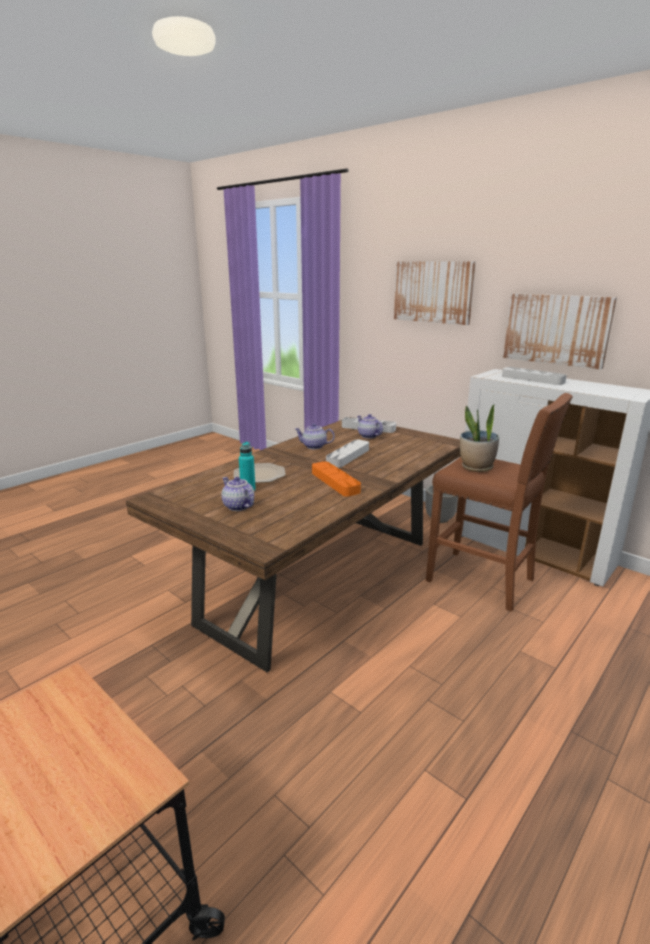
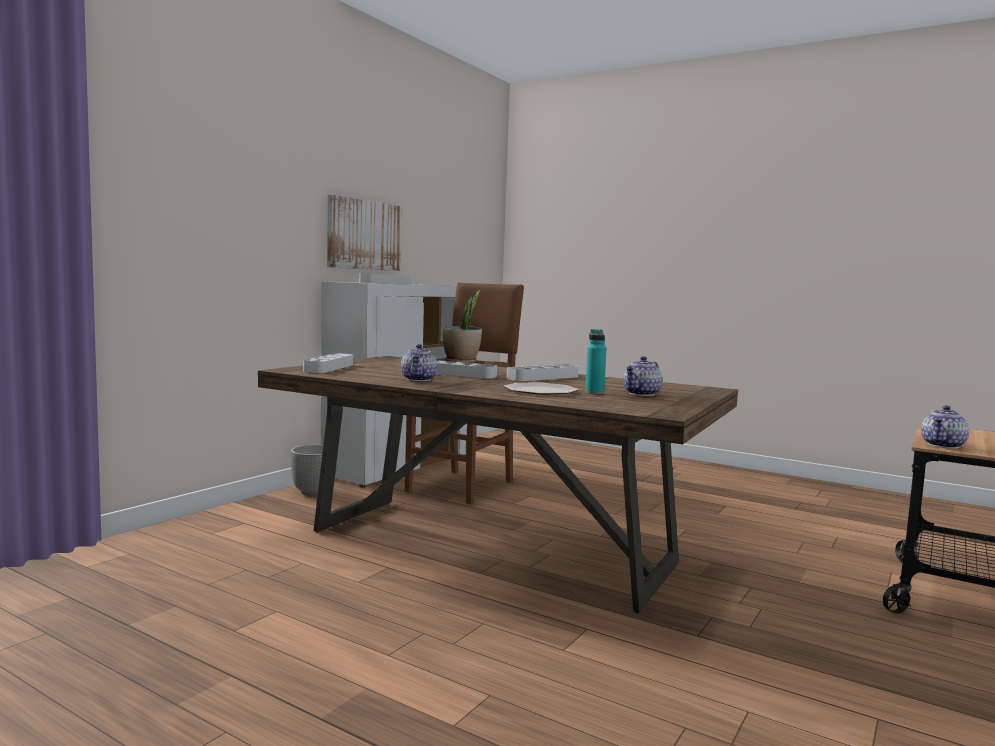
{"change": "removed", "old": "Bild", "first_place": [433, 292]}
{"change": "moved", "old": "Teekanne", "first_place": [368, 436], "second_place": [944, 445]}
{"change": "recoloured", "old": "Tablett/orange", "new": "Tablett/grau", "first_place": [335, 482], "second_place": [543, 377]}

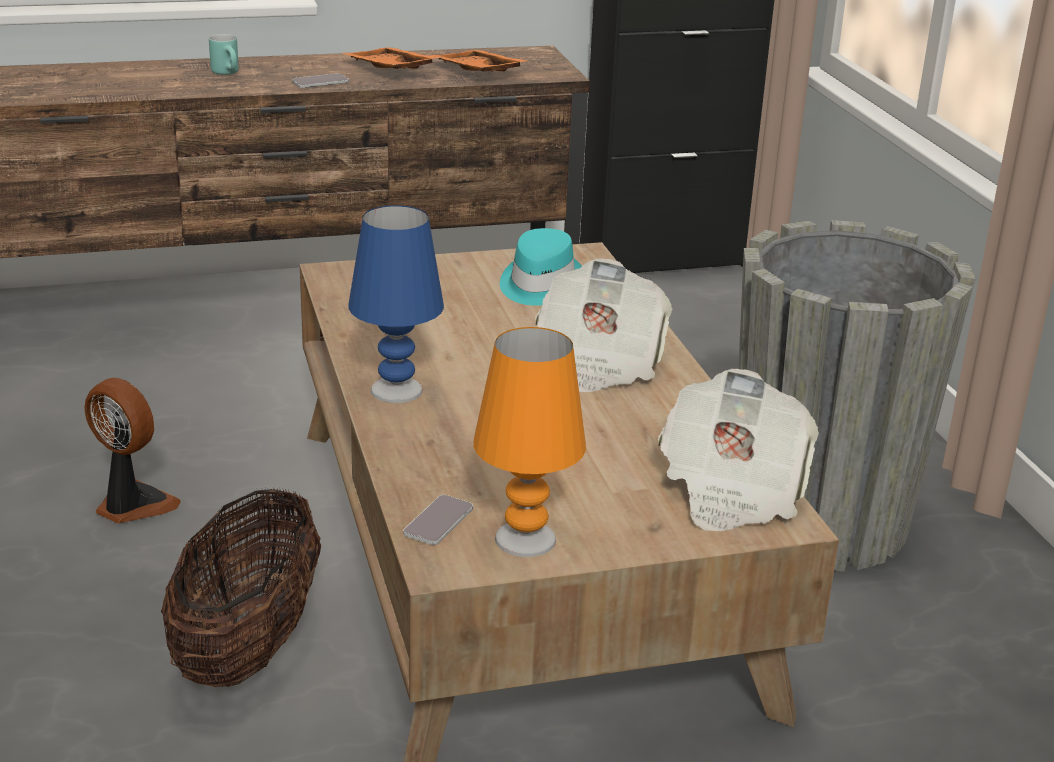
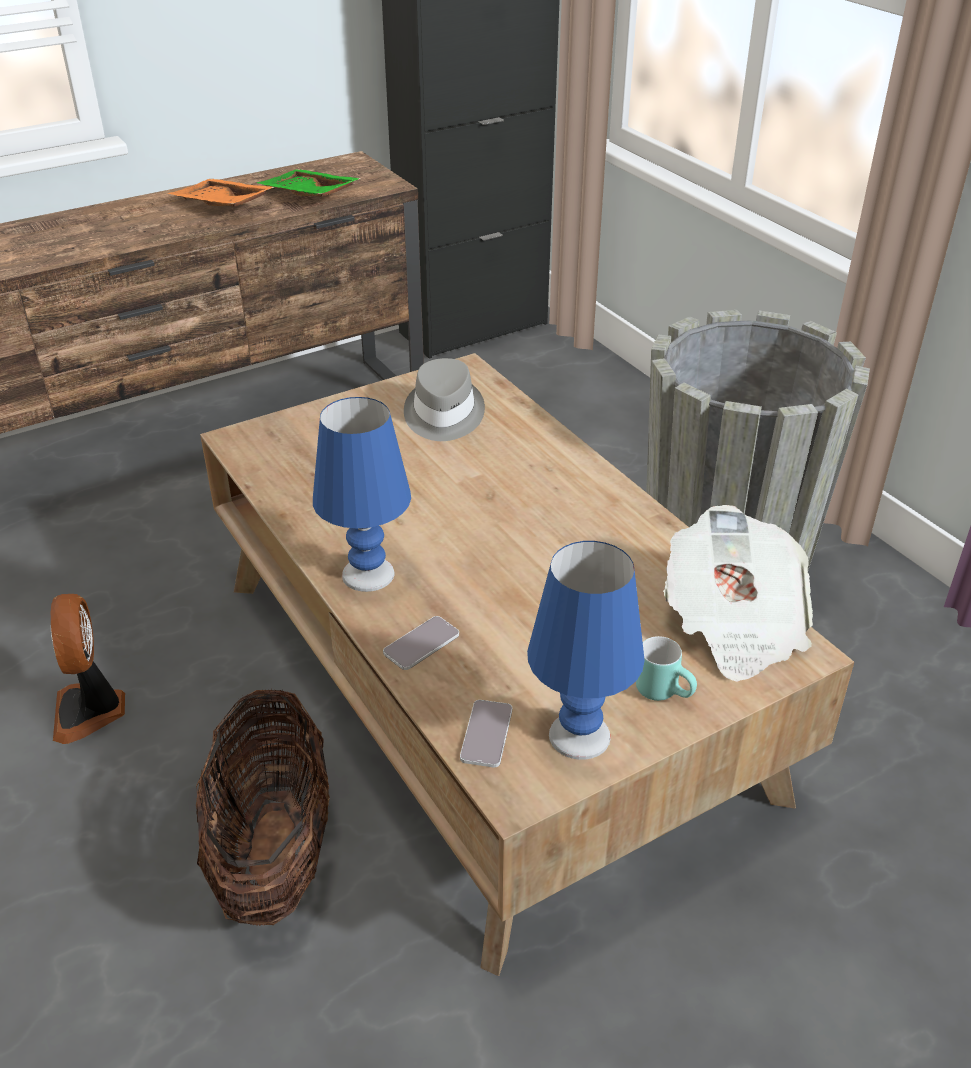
{"change": "moved", "old": "Henkelbecher/türkis", "first_place": [229, 73], "second_place": [666, 691]}
{"change": "recoloured", "old": "Tablett/orange", "new": "Tablett/grün", "first_place": [476, 73], "second_place": [308, 196]}
{"change": "moved", "old": "Handy", "first_place": [320, 82], "second_place": [421, 644]}
{"change": "recoloured", "old": "Hut/türkis", "new": "Hut/grau", "first_place": [539, 285], "second_place": [443, 415]}
{"change": "removed", "old": "Zeitung", "first_place": [599, 361]}
{"change": "recoloured", "old": "Tischlampe/orange", "new": "Tischlampe/blau", "first_place": [525, 539], "second_place": [579, 736]}
{"change": "turned", "old": "Ventilator", "first_place": [131, 505], "second_place": [90, 711], "degrees": -120}

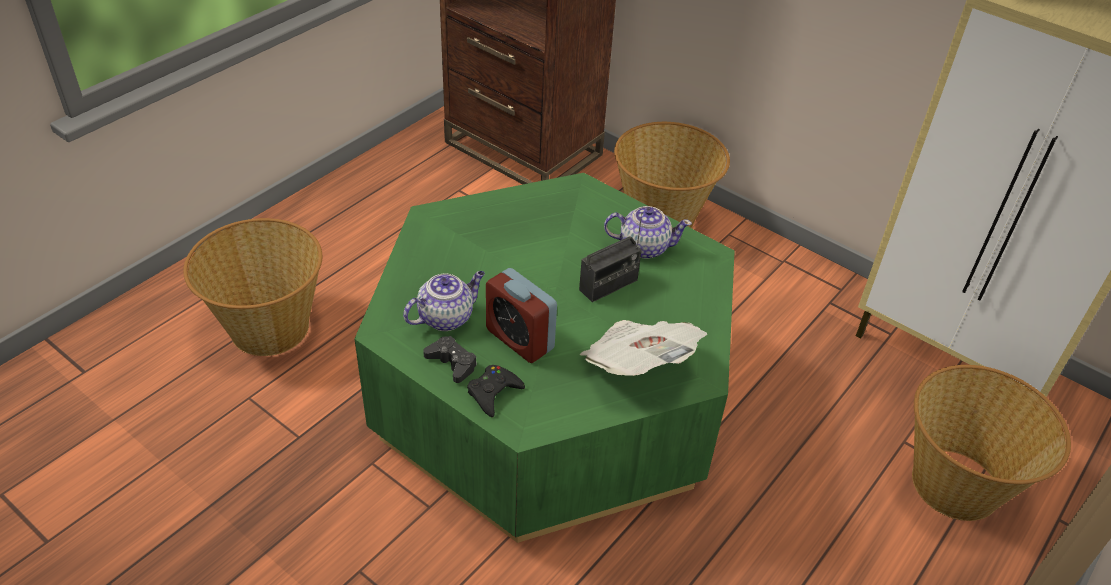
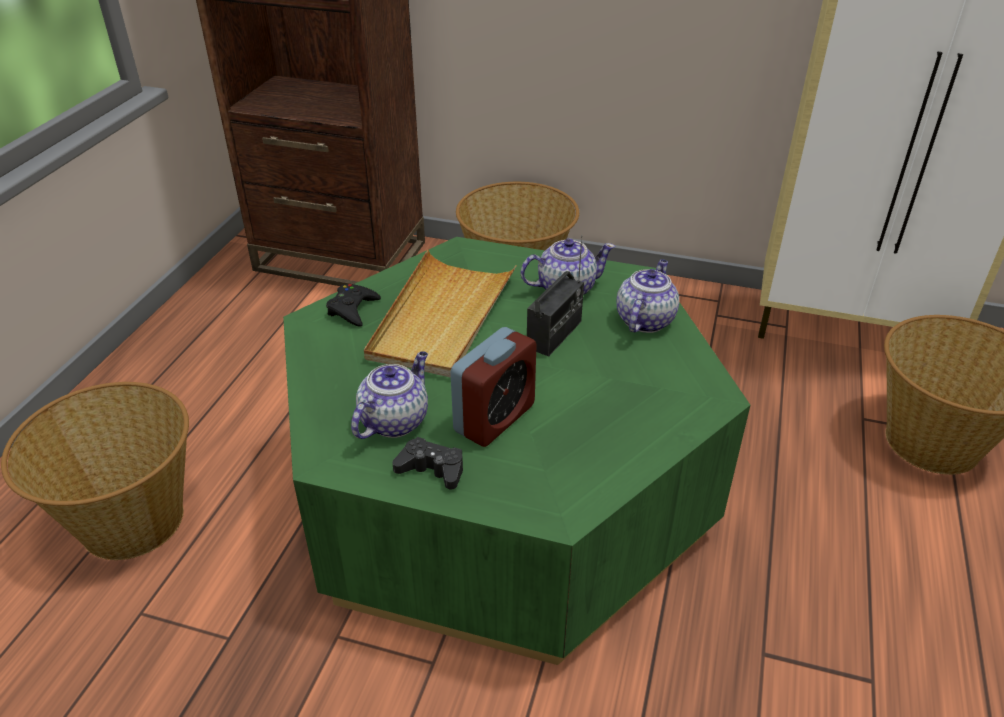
{"change": "turned", "old": "Wecker", "first_place": [520, 339], "second_place": [494, 418], "degrees": -75}
{"change": "removed", "old": "Zeitung", "first_place": [638, 365]}
{"change": "moved", "old": "Gamepad/schwarz", "first_place": [493, 393], "second_place": [352, 309]}
{"change": "added", "new": "Tablett/beige", "second_place": [442, 318]}
{"change": "added", "new": "Teekanne", "second_place": [644, 320]}

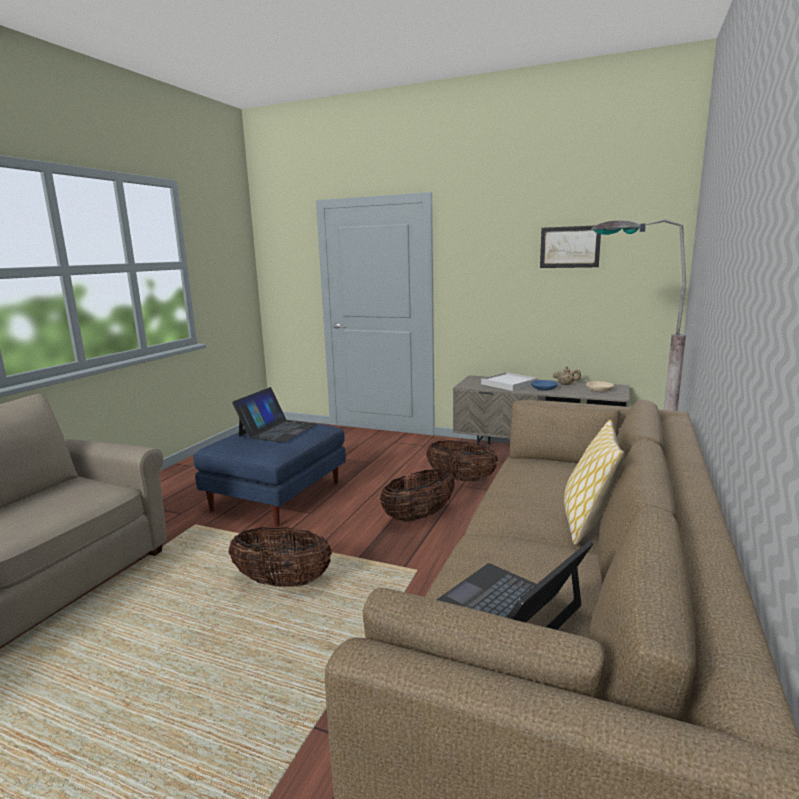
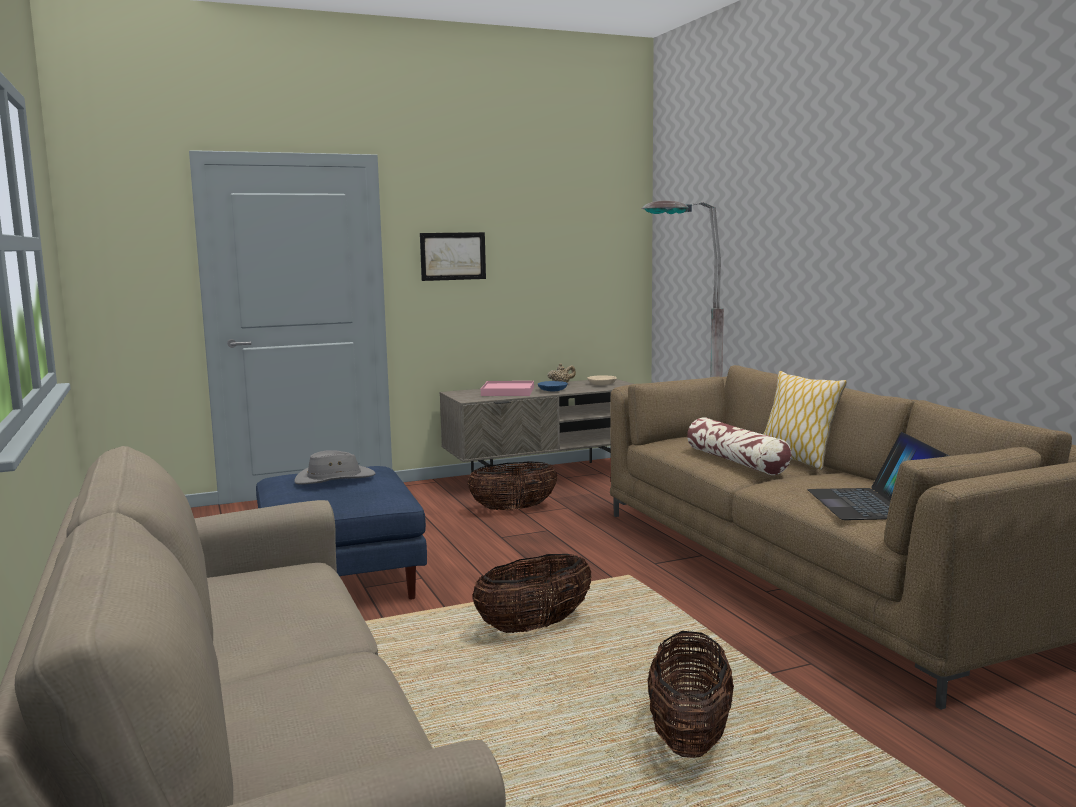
{"change": "moved", "old": "Bild", "first_place": [569, 247], "second_place": [453, 256]}
{"change": "recoloured", "old": "Tablett/weiß", "new": "Tablett/rosa", "first_place": [509, 384], "second_place": [508, 392]}
{"change": "replaced", "old": "Laptop", "new": "Hut/grau", "first_place": [278, 430], "second_place": [334, 479]}
{"change": "moved", "old": "Korb", "first_place": [418, 516], "second_place": [689, 737]}
{"change": "added", "new": "Kissen", "second_place": [736, 461]}

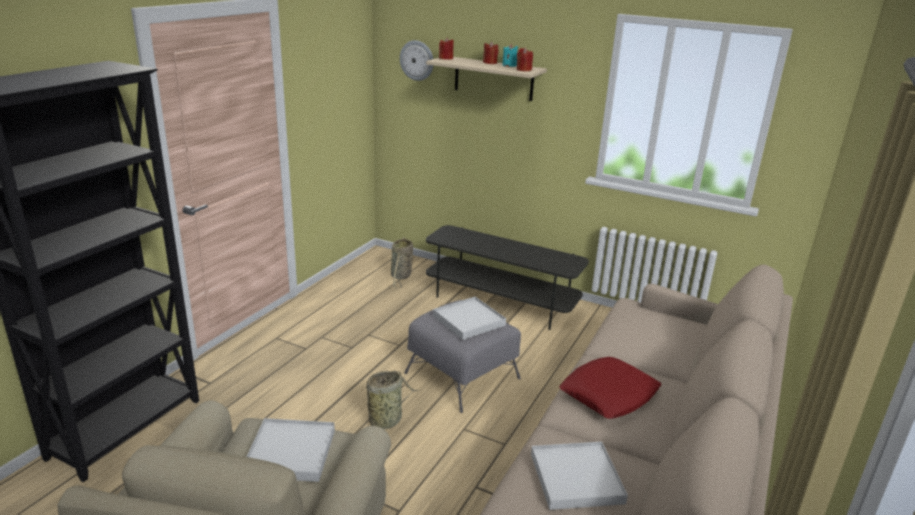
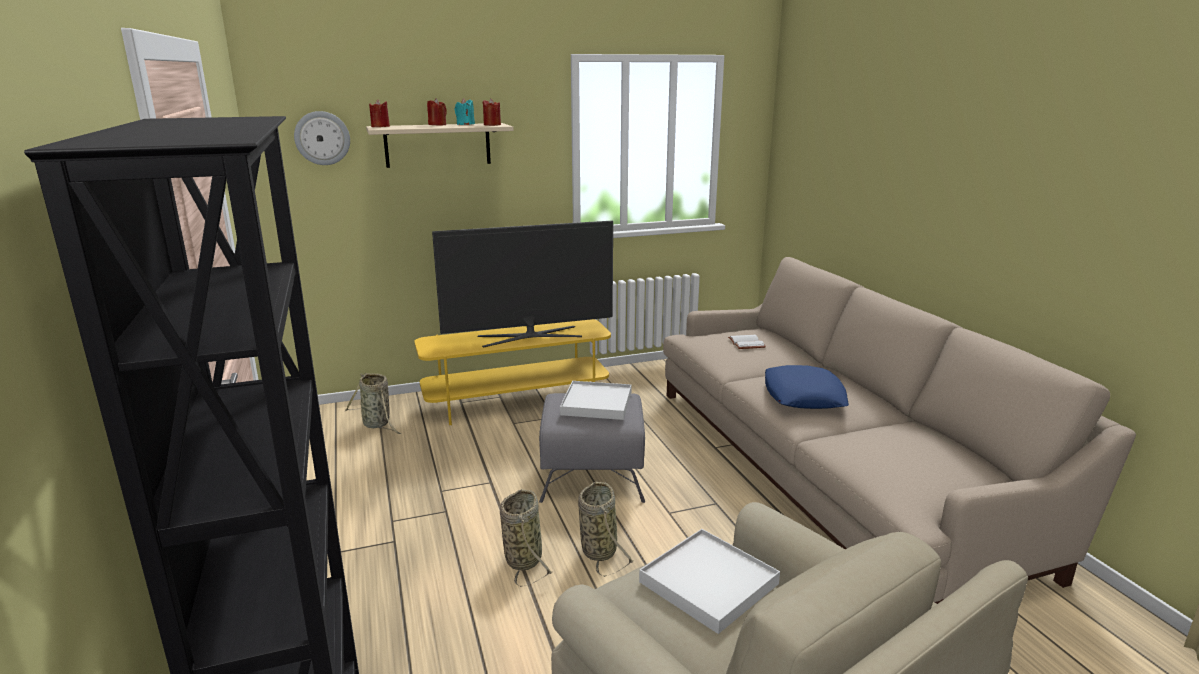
{"change": "recoloured", "old": "Fernsehschrank/grau", "new": "Fernsehschrank/gelb", "first_place": [501, 301], "second_place": [517, 401]}
{"change": "recoloured", "old": "Kissen/rot", "new": "Kissen/blau", "first_place": [609, 394], "second_place": [804, 396]}
{"change": "removed", "old": "Tablett/weiß", "first_place": [576, 478]}
{"change": "added", "new": "Fernseher", "second_place": [530, 336]}
{"change": "added", "new": "Buch/weiß", "second_place": [745, 343]}
{"change": "added", "new": "Korb", "second_place": [523, 557]}

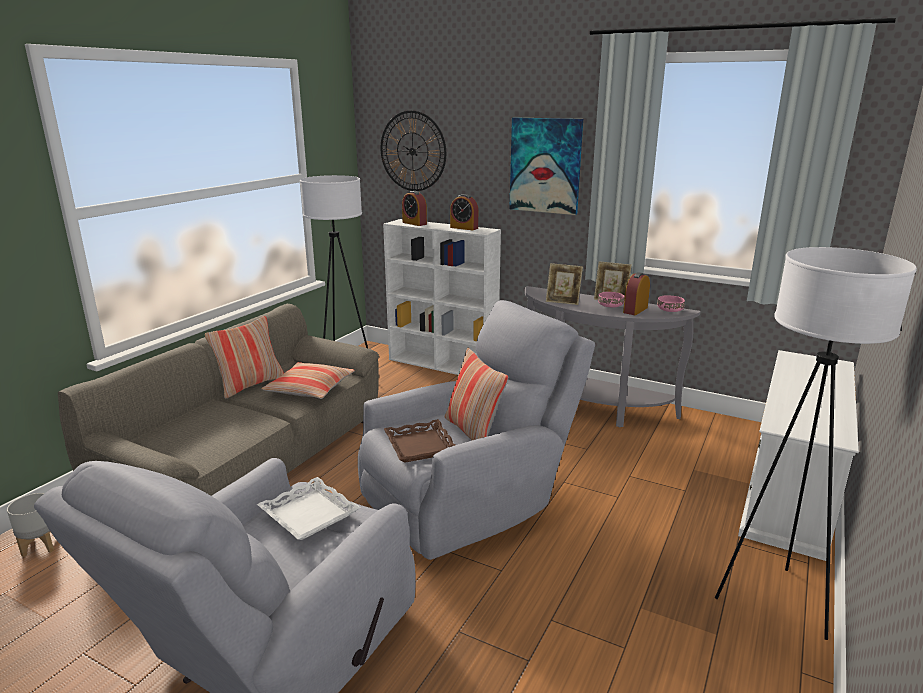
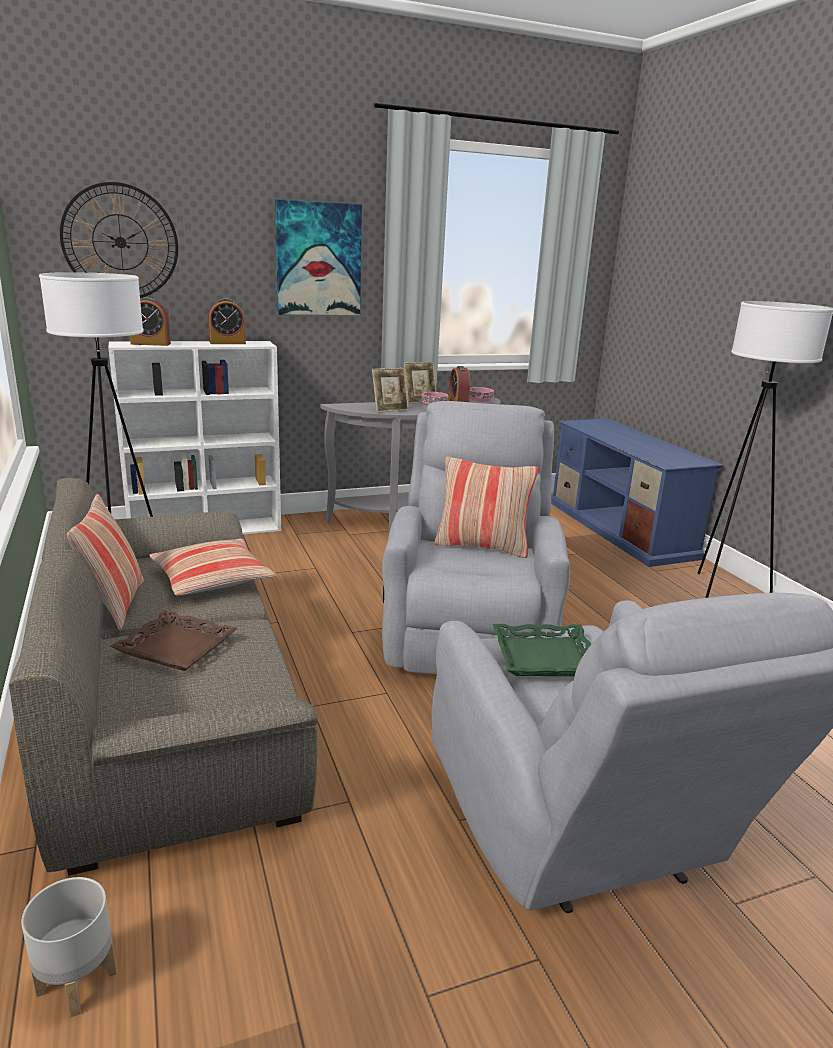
{"change": "recoloured", "old": "Fernsehschrank/weiß", "new": "Fernsehschrank/blau", "first_place": [790, 490], "second_place": [620, 528]}
{"change": "moved", "old": "Tablett/braun", "first_place": [419, 446], "second_place": [175, 647]}
{"change": "recoloured", "old": "Tablett/weiß", "new": "Tablett/grün", "first_place": [308, 514], "second_place": [545, 658]}

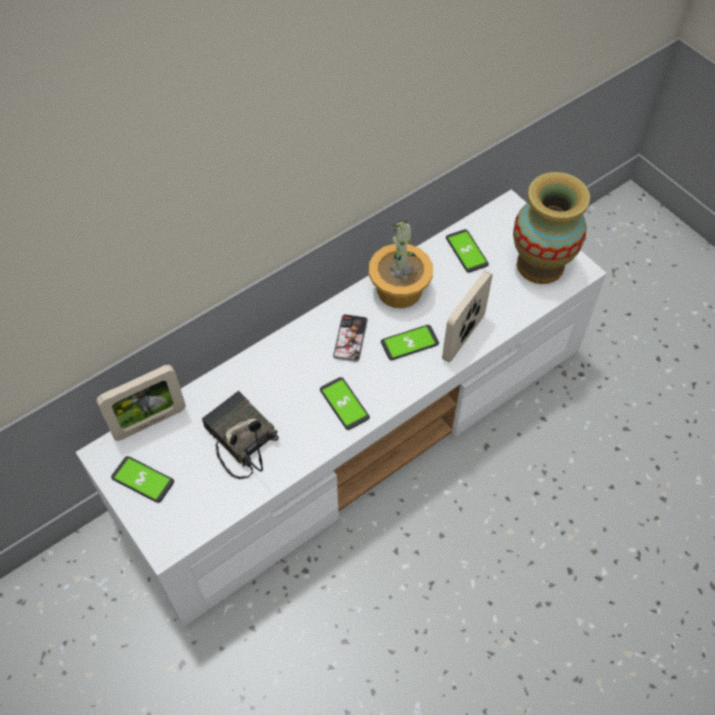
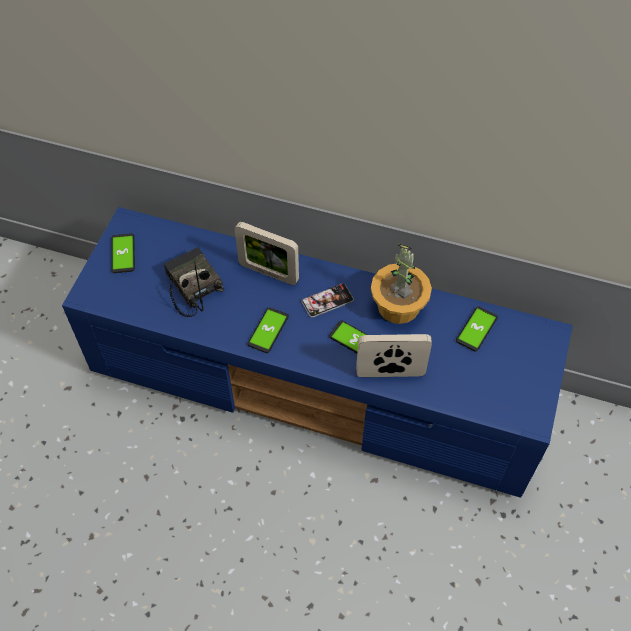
{"change": "removed", "old": "Vase", "first_place": [540, 265]}
{"change": "recoloured", "old": "Fernsehschrank/weiß", "new": "Fernsehschrank/blau", "first_place": [359, 430], "second_place": [318, 383]}
{"change": "moved", "old": "Bilderrahmen", "first_place": [150, 422], "second_place": [268, 273]}
{"change": "turned", "old": "Radio", "first_place": [239, 439], "second_place": [191, 286], "degrees": -45}

